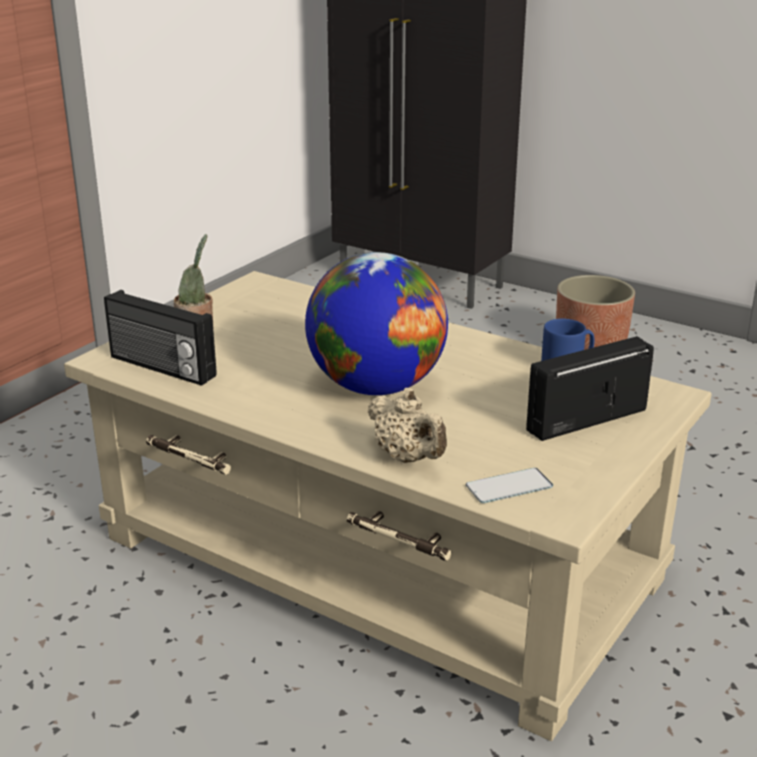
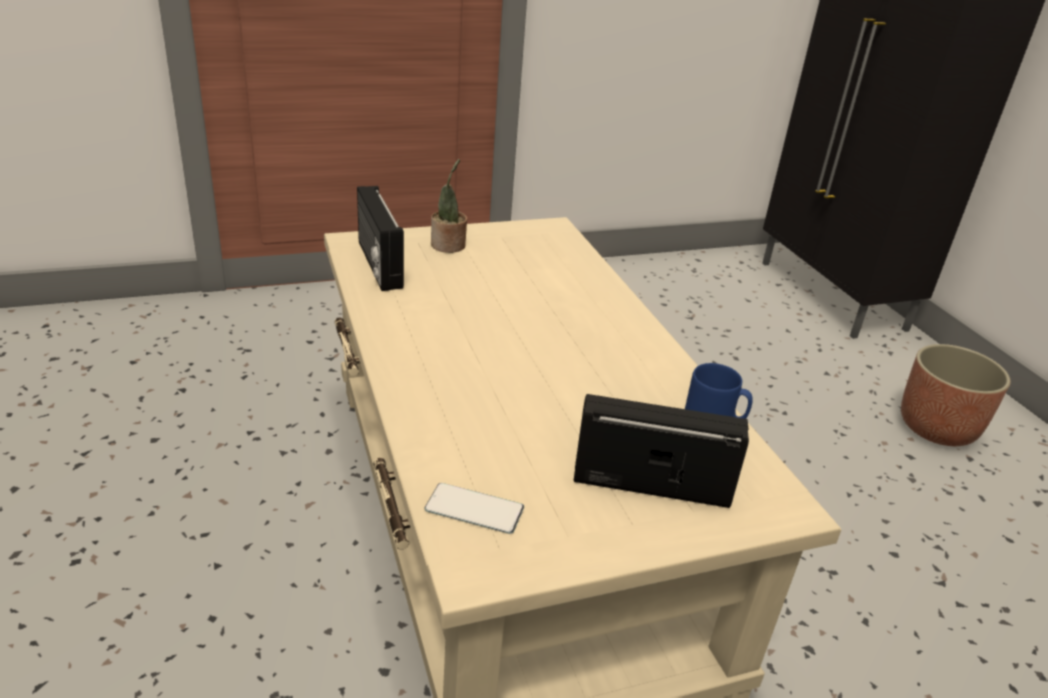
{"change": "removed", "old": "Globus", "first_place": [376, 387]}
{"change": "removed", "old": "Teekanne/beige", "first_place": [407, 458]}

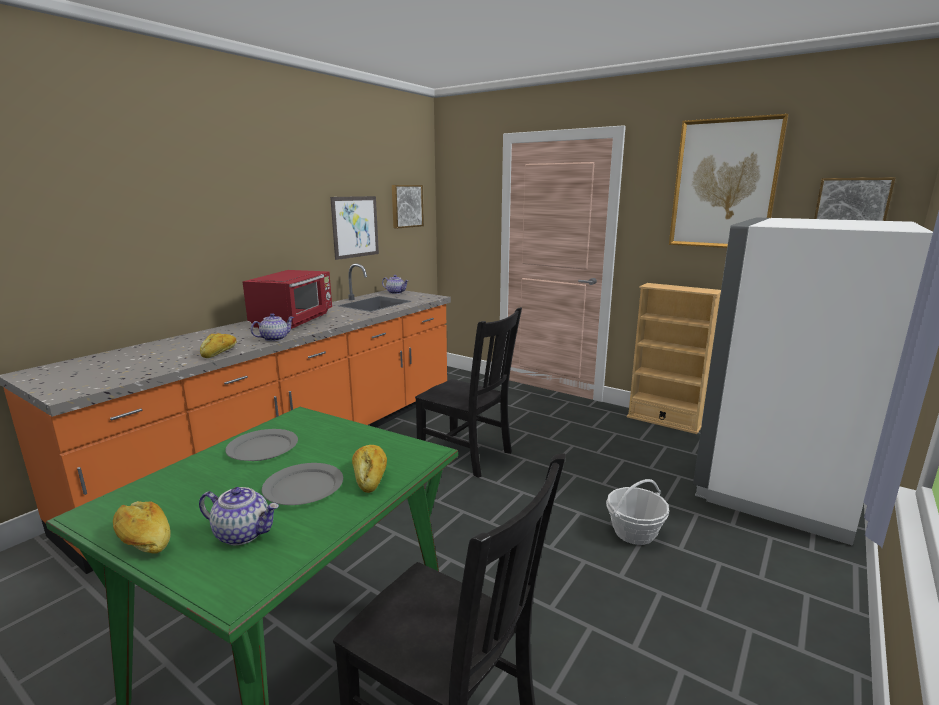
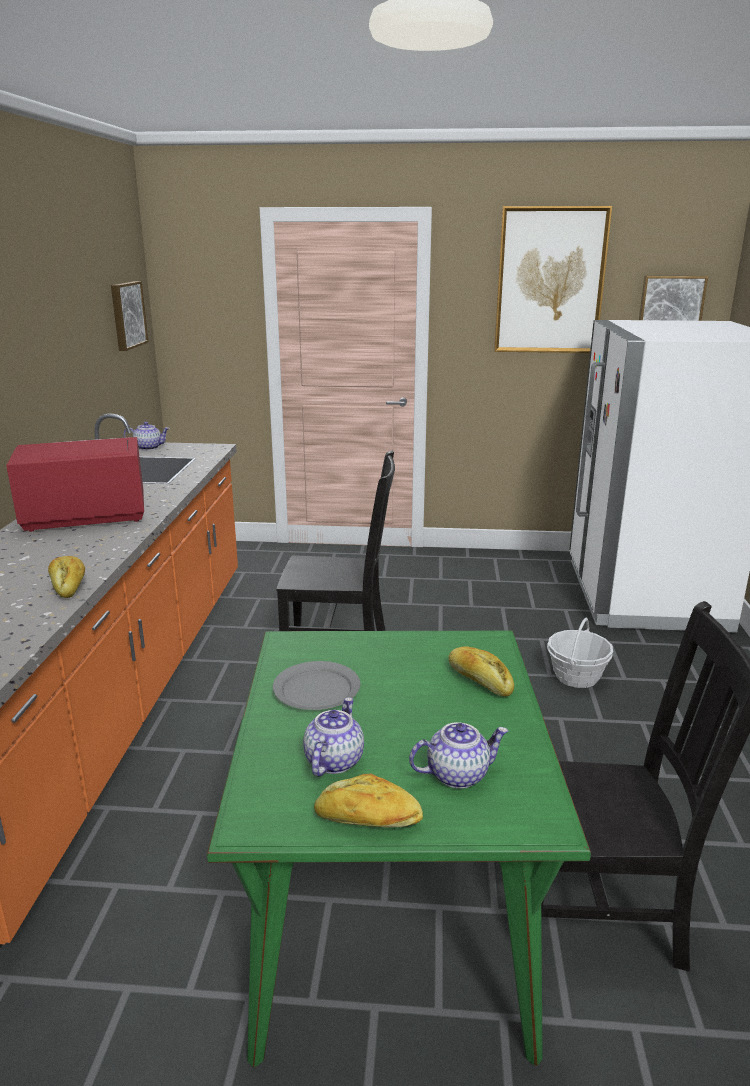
{"change": "removed", "old": "Bild", "first_place": [355, 227]}
{"change": "turned", "old": "Mikrowelle/rot", "first_place": [294, 321], "second_place": [84, 517], "degrees": -90}
{"change": "removed", "old": "Bücherregal/beige", "first_place": [663, 421]}
{"change": "moved", "old": "Teekanne", "first_place": [274, 339], "second_place": [333, 760]}
{"change": "removed", "old": "Teller/grau", "first_place": [303, 487]}

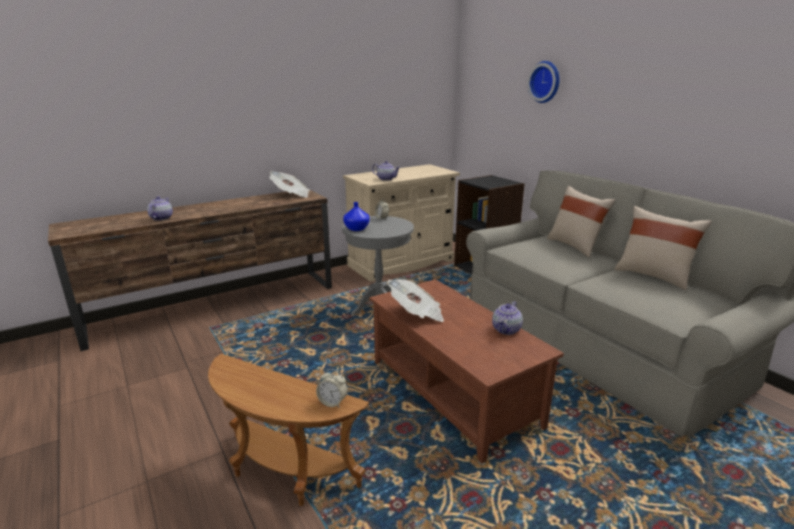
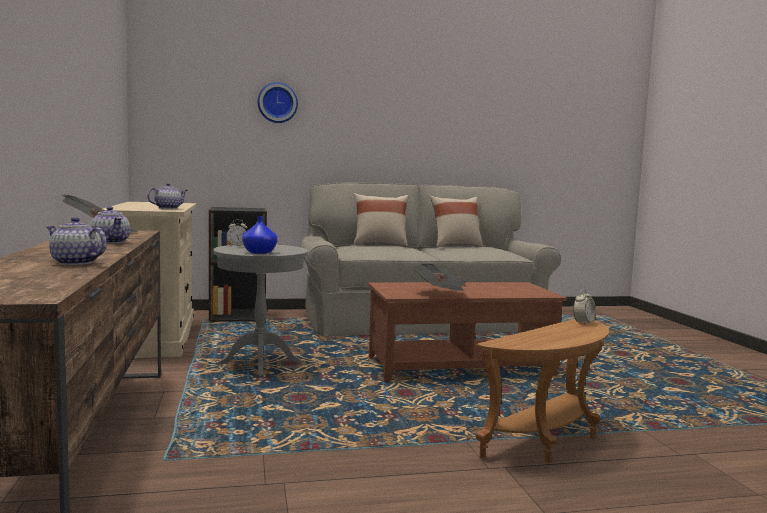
{"change": "moved", "old": "Teekanne", "first_place": [506, 330], "second_place": [111, 242]}

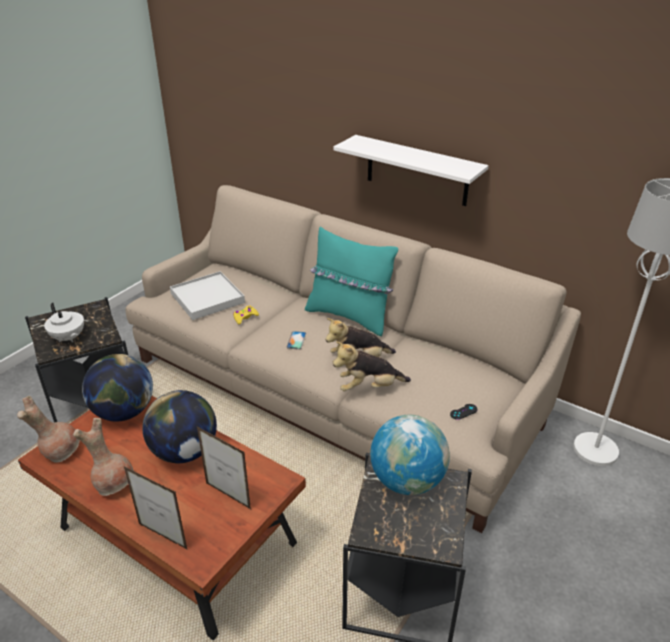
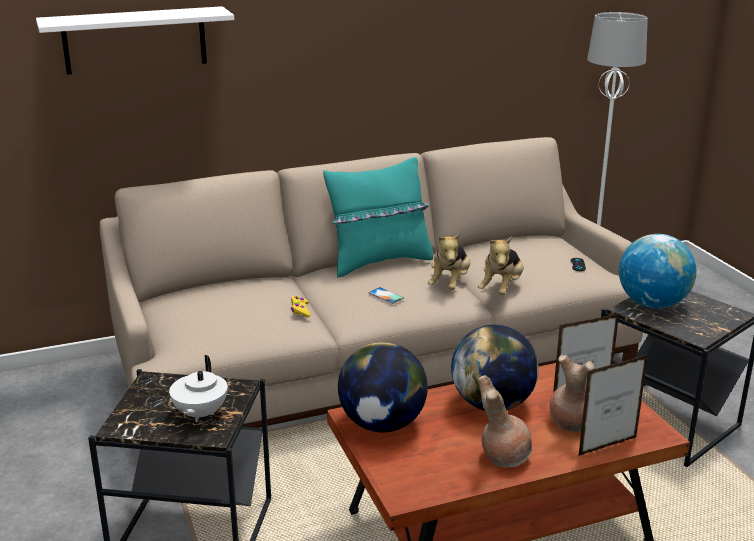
{"change": "moved", "old": "Wandregal/weiß", "first_place": [417, 171], "second_place": [135, 40]}
{"change": "removed", "old": "Tablett/weiß", "first_place": [207, 298]}
{"change": "turned", "old": "Teekanne/weiß", "first_place": [68, 338], "second_place": [199, 414], "degrees": 105}
{"change": "moved", "old": "Vase/braun", "first_place": [60, 452], "second_place": [570, 424]}

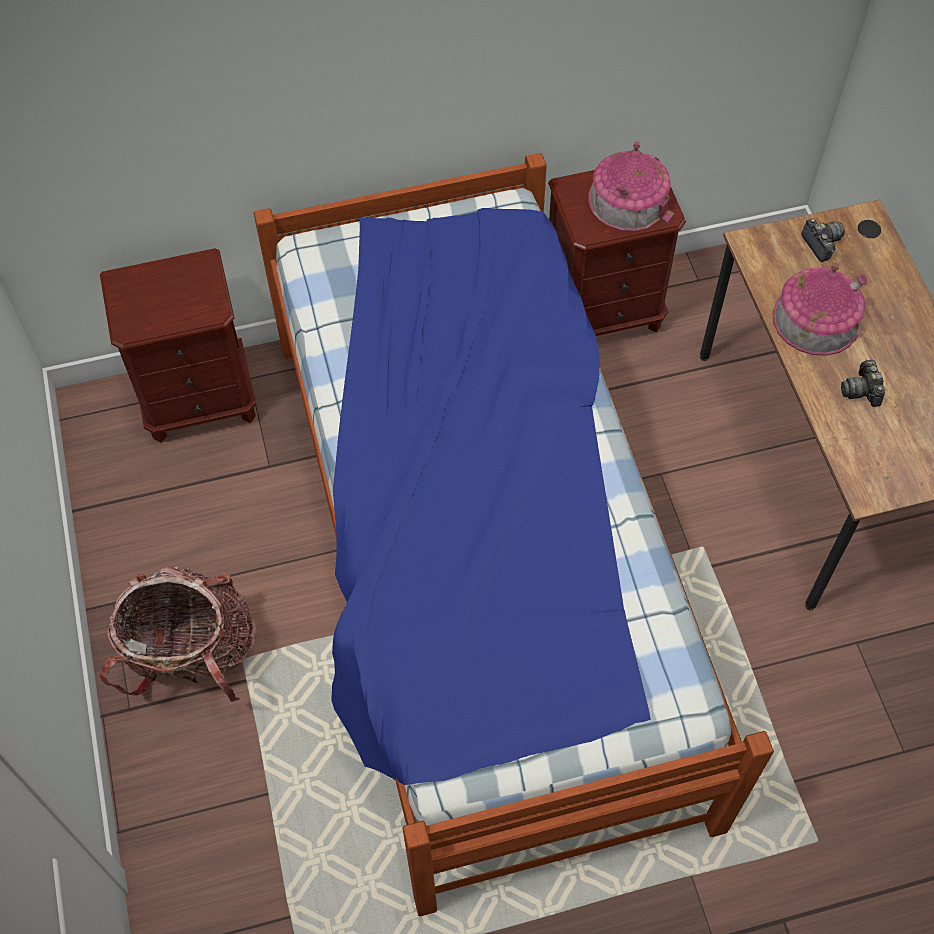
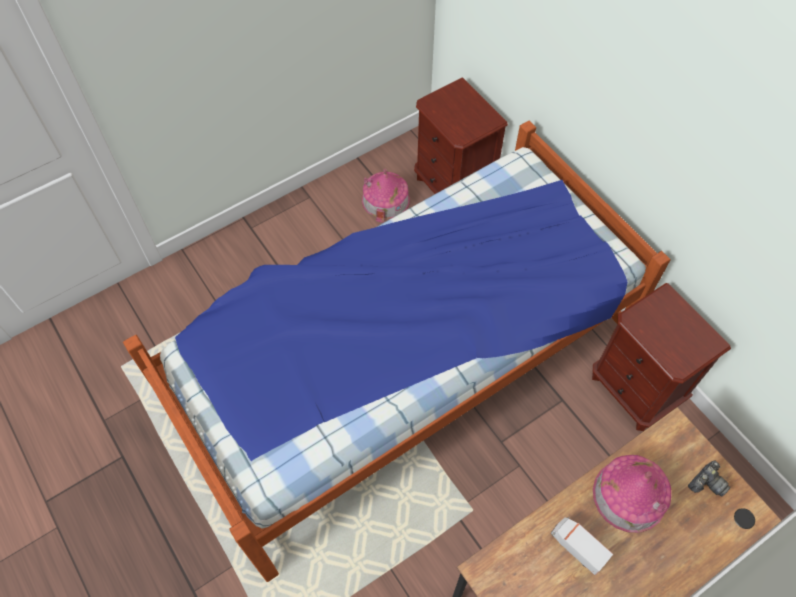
{"change": "moved", "old": "Spielzeughaus", "first_place": [628, 199], "second_place": [385, 200]}
{"change": "replaced", "old": "Kamera", "new": "Spielzeuglaster", "first_place": [862, 390], "second_place": [577, 546]}
{"change": "removed", "old": "Rucksack", "first_place": [192, 656]}

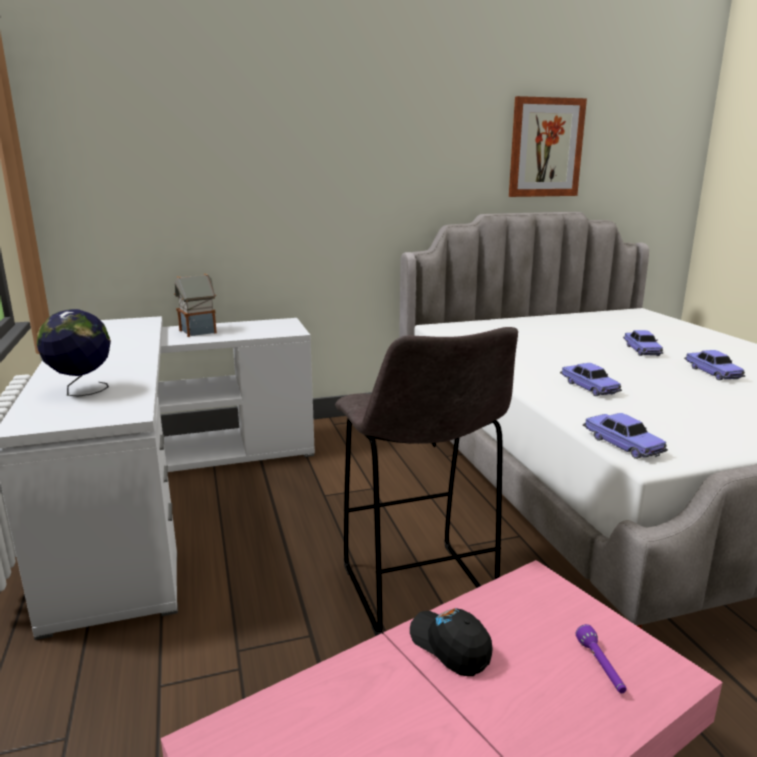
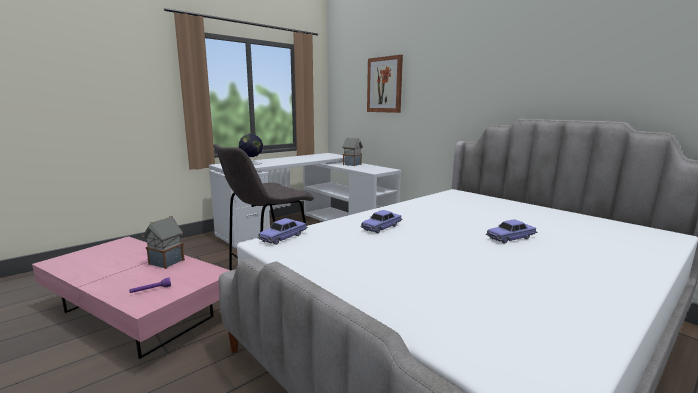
{"change": "moved", "old": "Bild", "first_place": [545, 148], "second_place": [384, 85]}
{"change": "removed", "old": "Spielzeugauto", "first_place": [712, 373]}
{"change": "replaced", "old": "Kappe/schwarz", "new": "Spielzeughaus", "first_place": [450, 647], "second_place": [166, 262]}

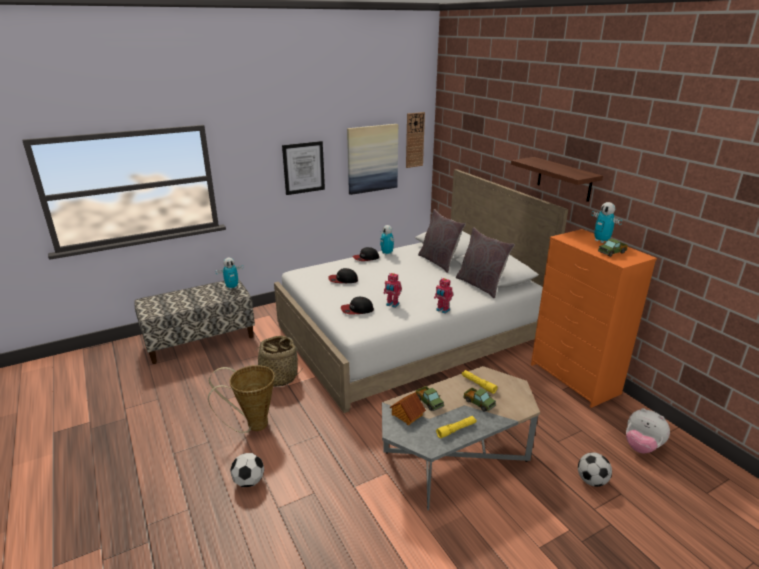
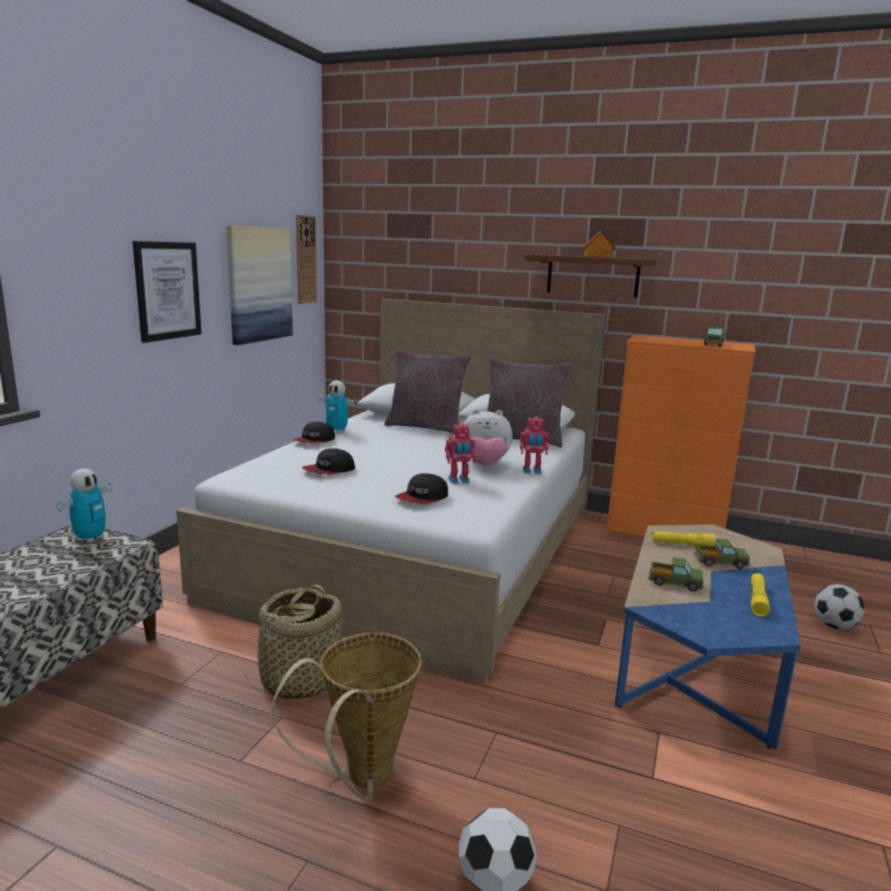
{"change": "removed", "old": "Spielzeugroboter", "first_place": [601, 241]}
{"change": "recoloured", "old": "Couchtisch/grau", "new": "Couchtisch/blau", "first_place": [455, 456], "second_place": [695, 667]}
{"change": "moved", "old": "Spielzeughaus", "first_place": [406, 415], "second_place": [597, 256]}
{"change": "moved", "old": "Plüschtier", "first_place": [641, 447], "second_place": [484, 465]}

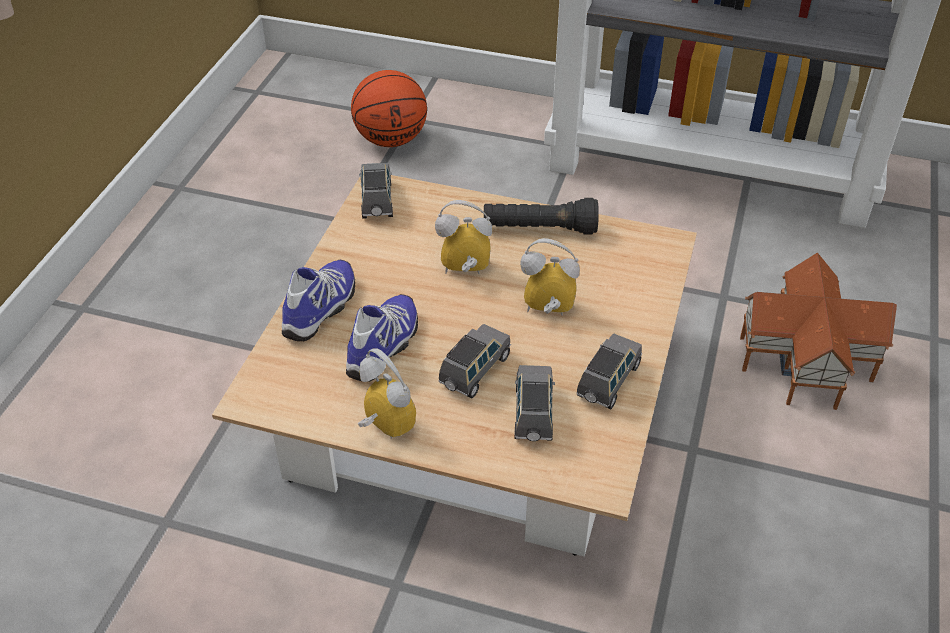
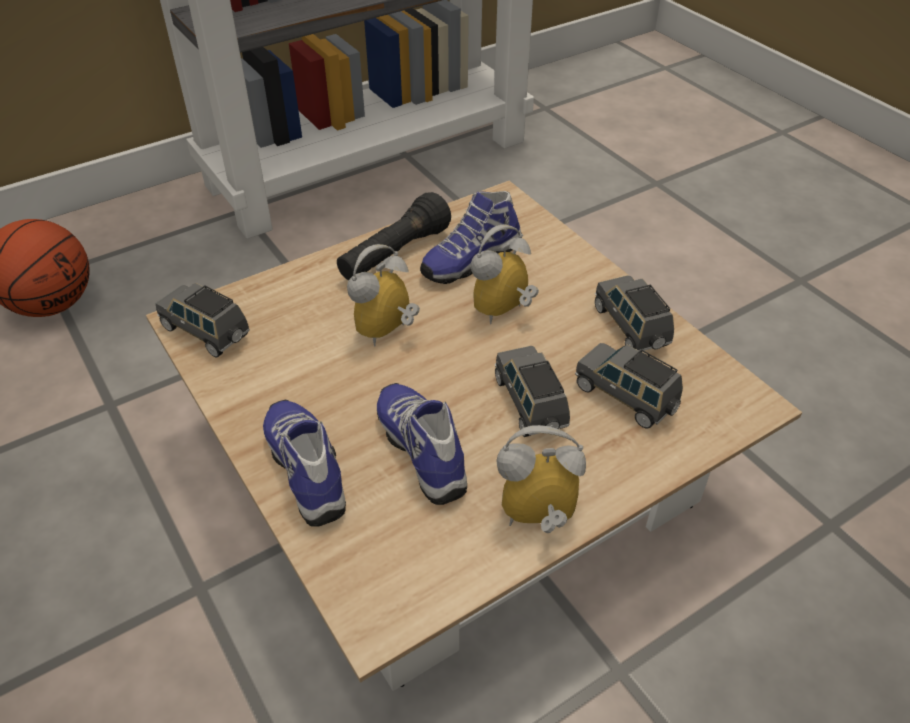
{"change": "removed", "old": "Spielzeughaus", "first_place": [807, 361]}
{"change": "added", "new": "Schuh", "second_place": [469, 259]}

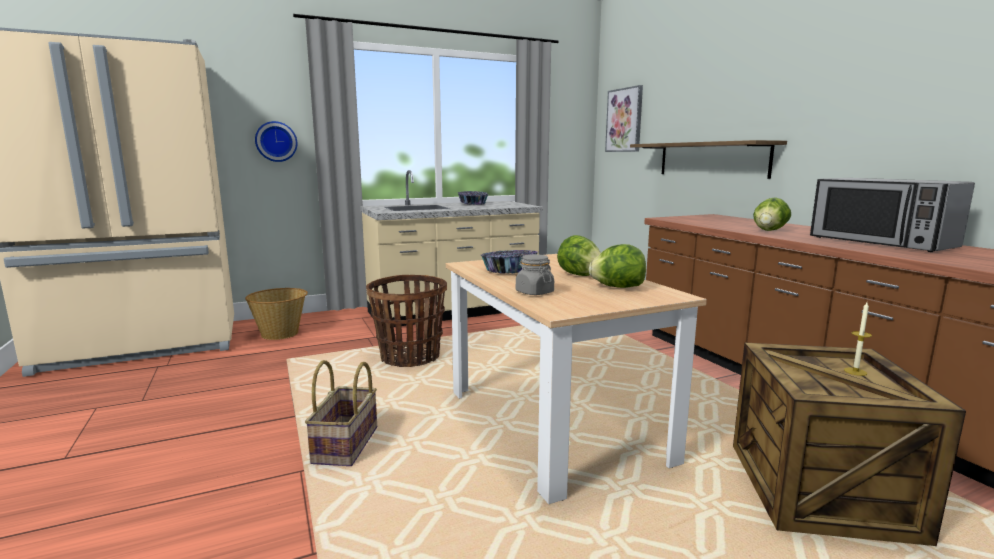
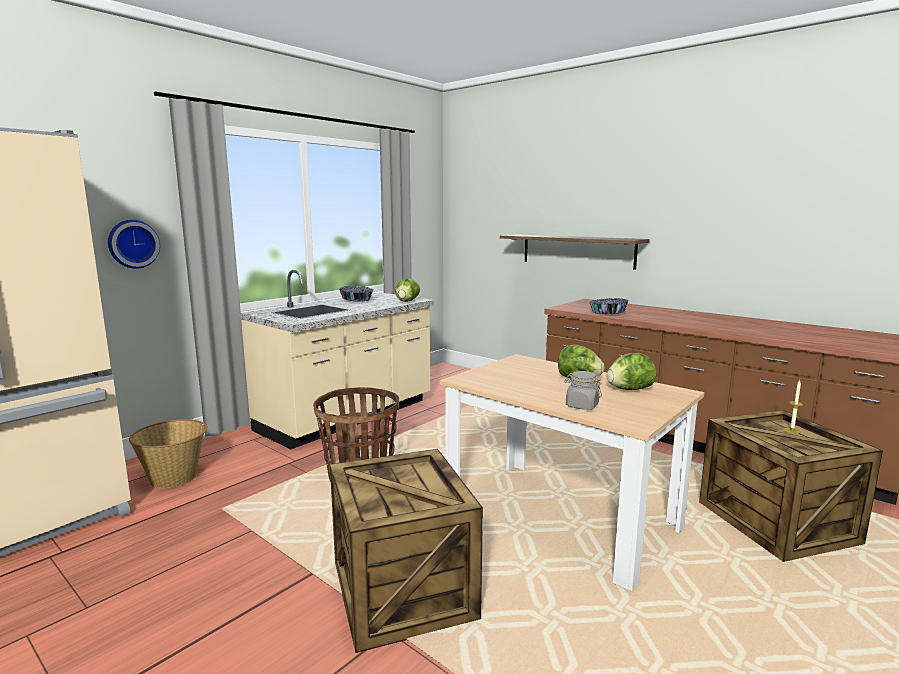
{"change": "removed", "old": "Bild", "first_place": [624, 120]}
{"change": "removed", "old": "Mikrowelle", "first_place": [880, 242]}
{"change": "moved", "old": "Salatkopf", "first_place": [769, 230], "second_place": [407, 301]}
{"change": "moved", "old": "Schüssel", "first_place": [509, 271], "second_place": [608, 313]}
{"change": "replaced", "old": "Korb", "new": "Kiste", "first_place": [347, 445], "second_place": [405, 590]}

